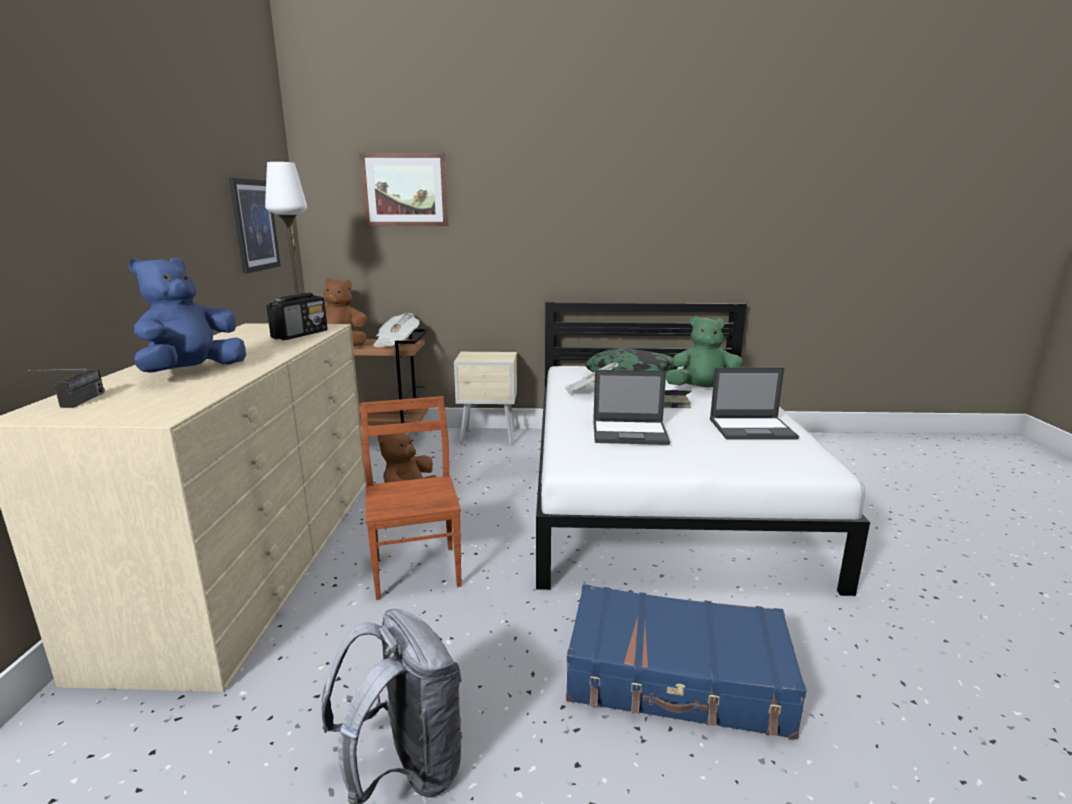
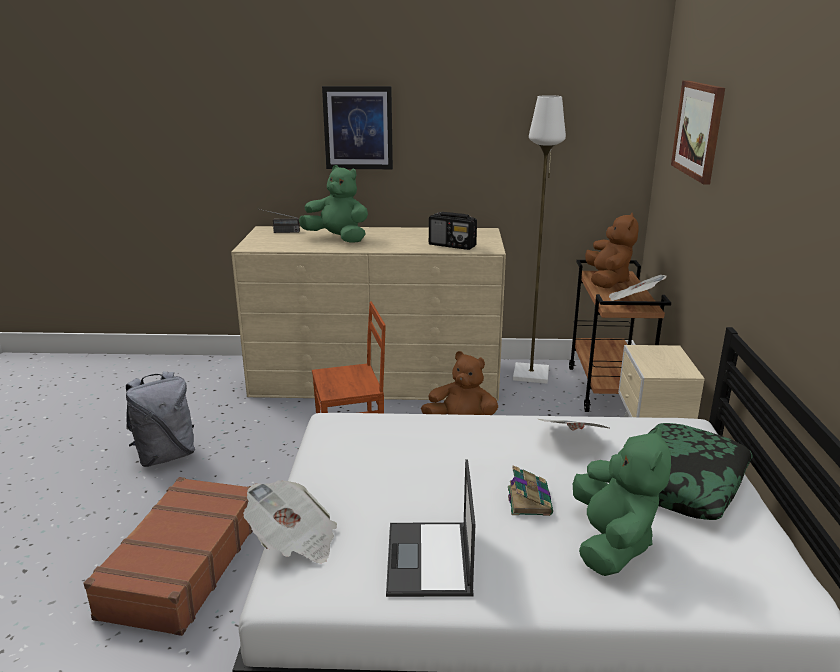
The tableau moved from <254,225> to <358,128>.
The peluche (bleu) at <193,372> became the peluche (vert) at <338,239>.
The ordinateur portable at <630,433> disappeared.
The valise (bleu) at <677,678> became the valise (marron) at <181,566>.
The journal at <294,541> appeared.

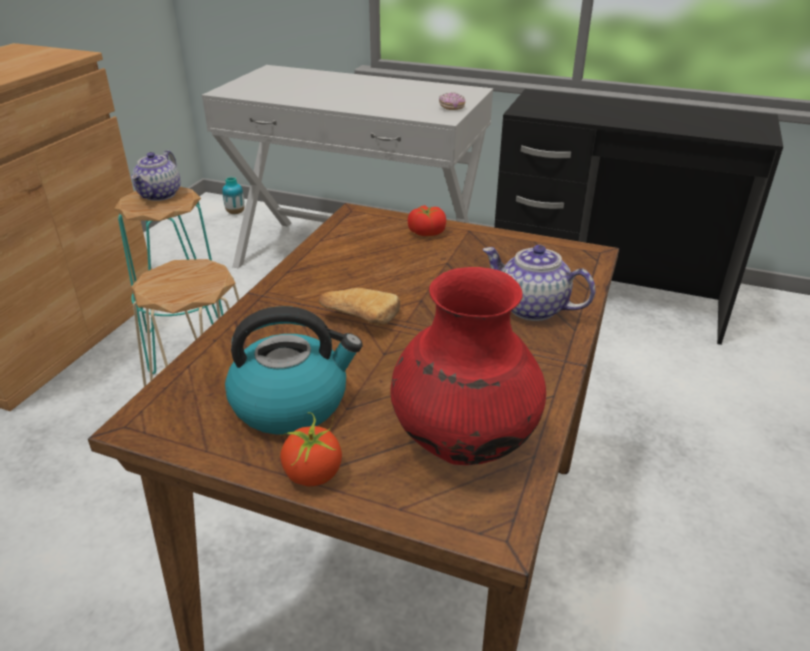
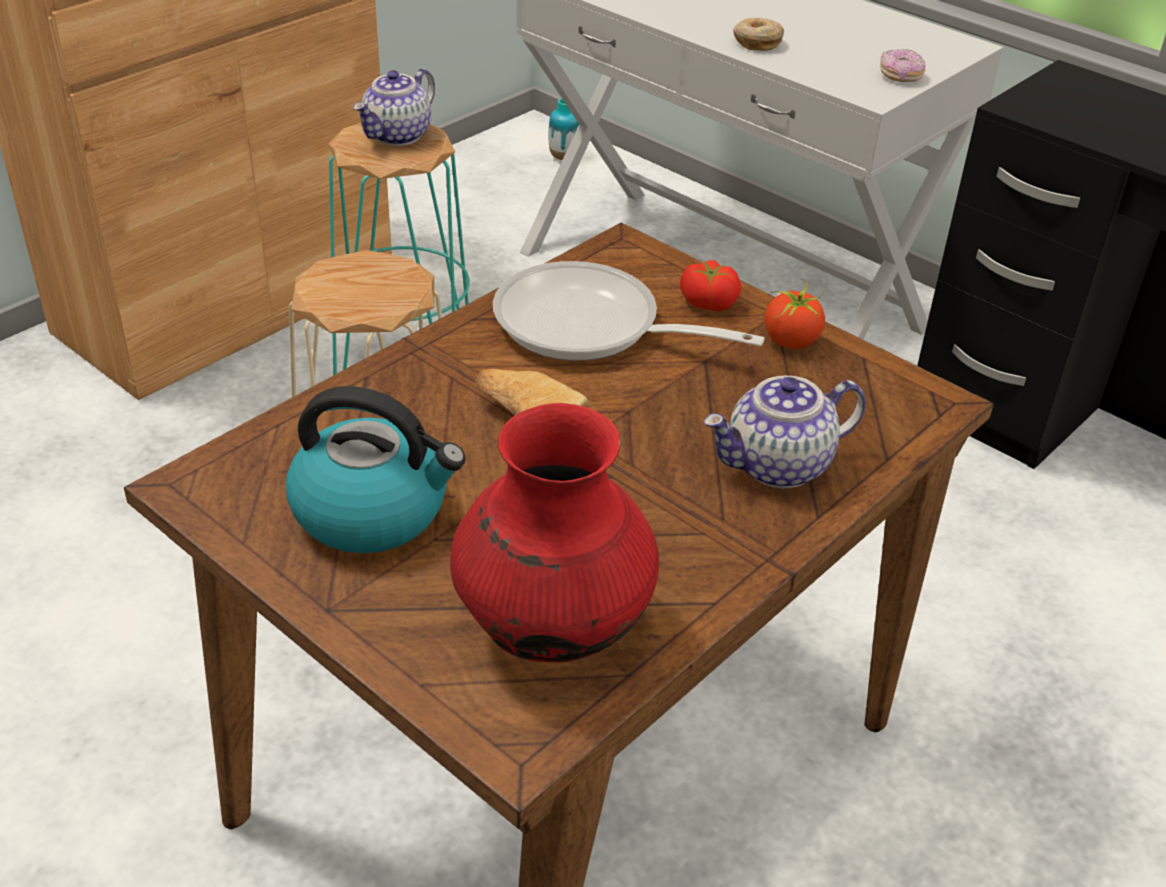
The théière at <531,308> turned 75 degrees counterclockwise.
The tomate moved from <313,474> to <791,341>.
The beignet at <756,42> appeared.
The poêle at <590,327> appeared.

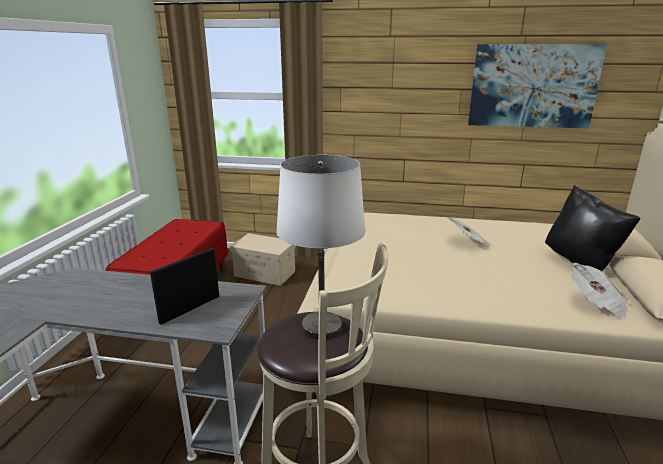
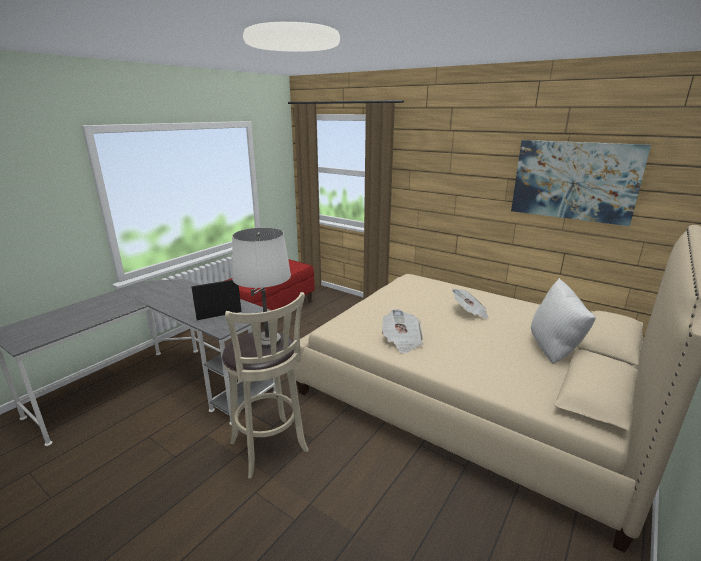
The coussin (noir) at <580,263> became the coussin (blanc) at <554,351>.
The boîte de rangement (beige) at <264,273> disappeared.
The journal moved from <597,304> to <402,341>.

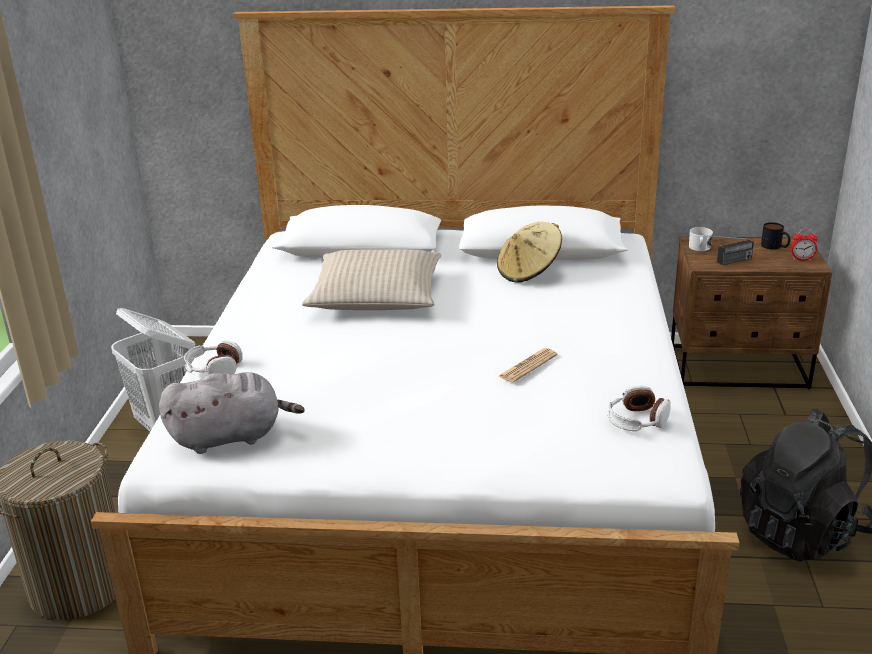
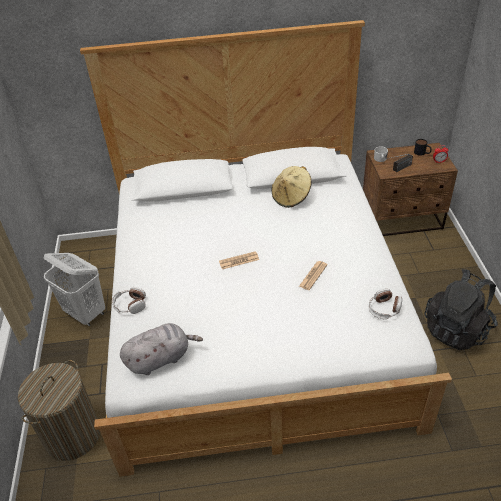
The coussin (beige) at <376,296> disappeared.
The journal at <239,260> appeared.

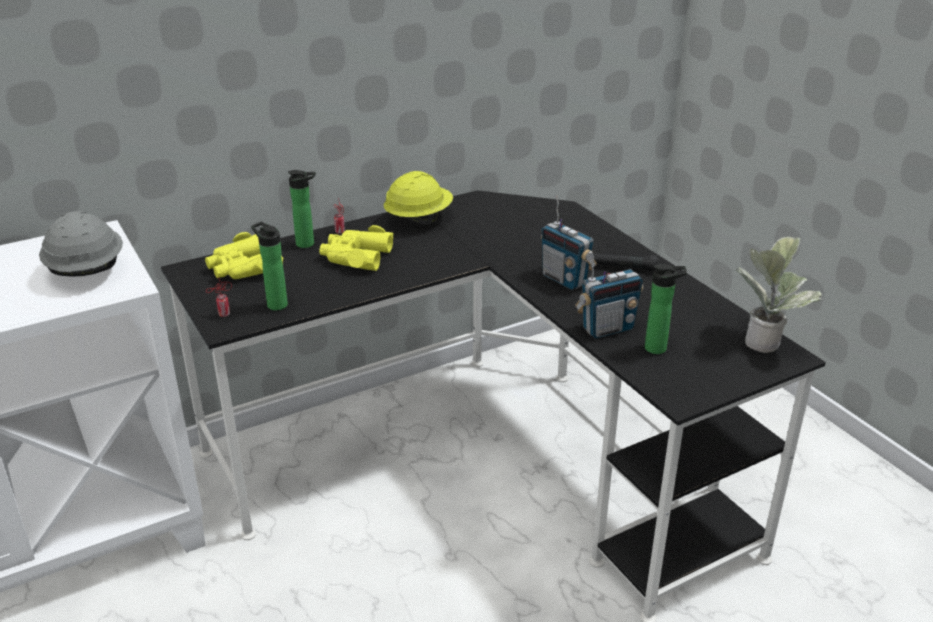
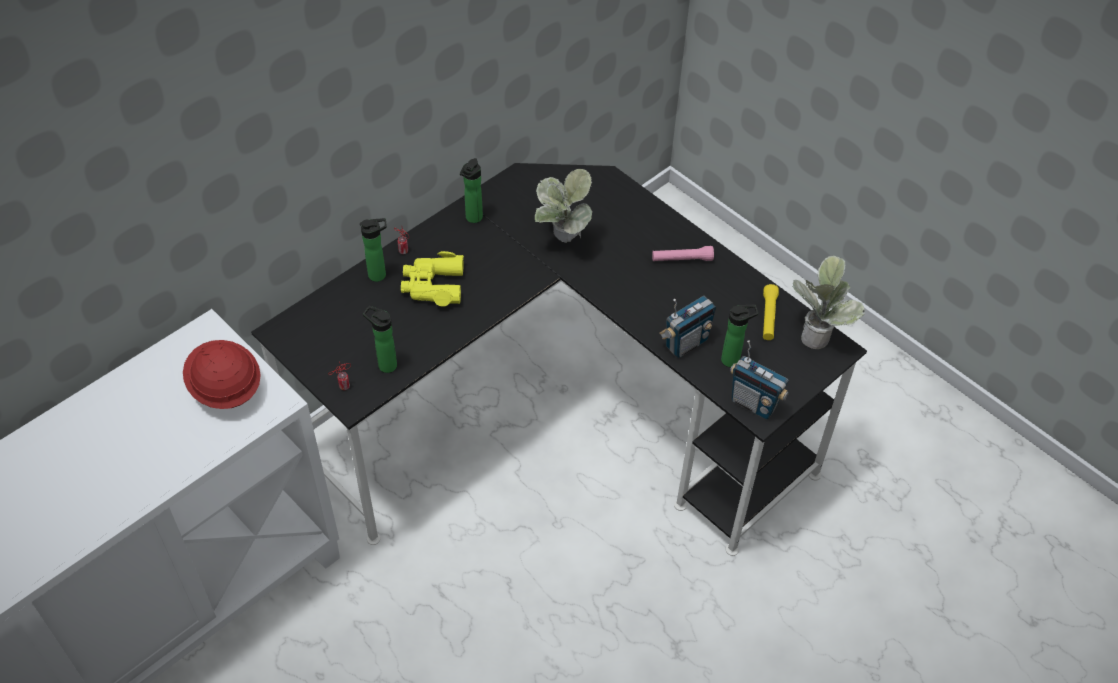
The casque de chantier (jaune) at <418,219> was replaced by the bouteille at <472,219>.
The radio moved from <565,279> to <754,403>.
The casque de chantier (gris) at <86,271> became the casque de chantier (rouge) at <225,388>.
The jumelles (jaune) at <243,267> disappeared.
The lampe de poche (noir) at <623,268> became the lampe de poche (rose) at <682,259>.
The plante en pot at <562,241> appeared.
The lampe de poche (jaune) at <768,317> appeared.

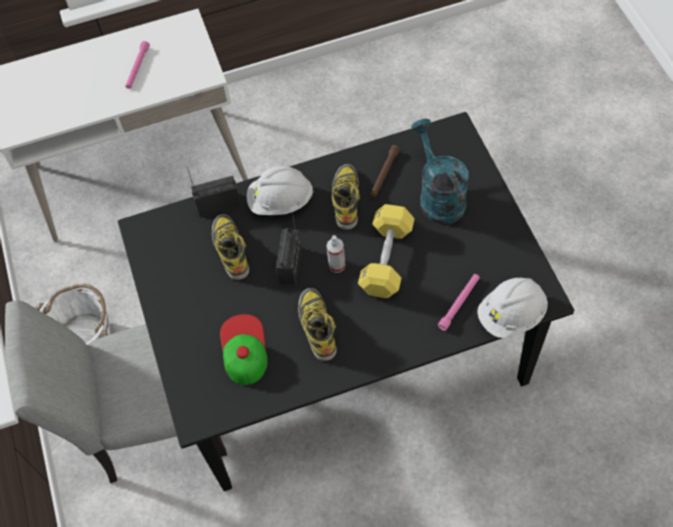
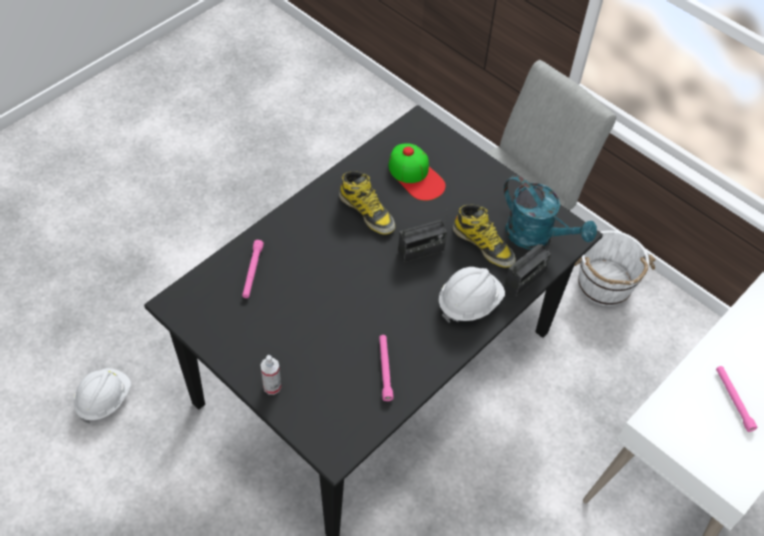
The arrosoir (turquoise) moved from <438,196> to <536,236>.
The lampe de poche (marron) at <384,174> became the lampe de poche (rose) at <385,369>.
The botte at <346,199> disappeared.
The haltère (jaune) at <386,259> disappeared.
The radio at <290,265> turned 90 degrees counterclockwise.
The vaporisateur moved from <337,265> to <272,386>.
The casque de chantier (blanc) moved from <511,315> to <104,400>.

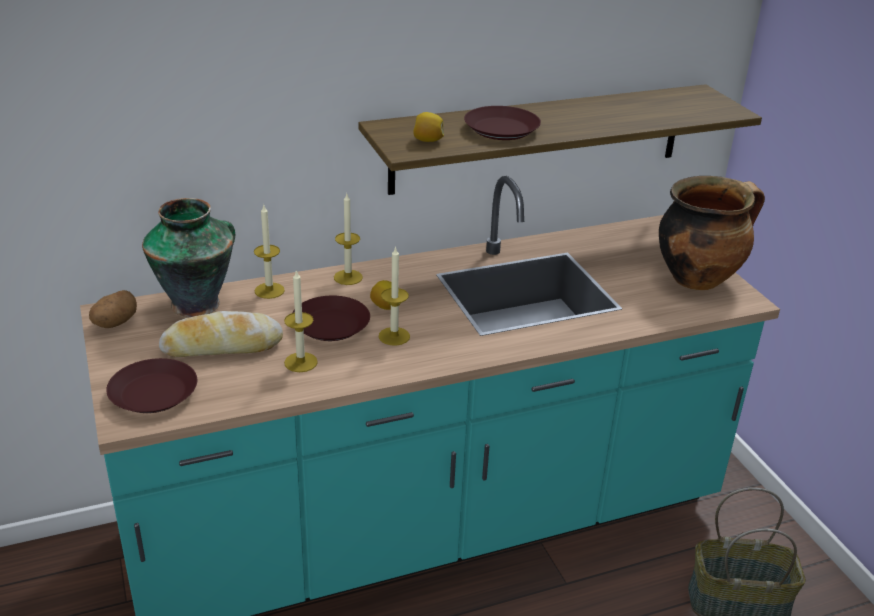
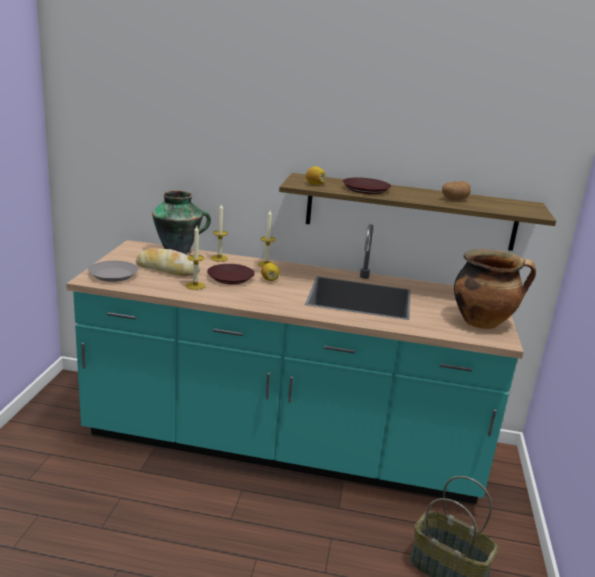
The bougie at <394,336> disappeared.
The pomme de terre moved from <115,323> to <454,199>.
The assiette (marron) at <153,393> became the assiette (gris) at <113,275>.

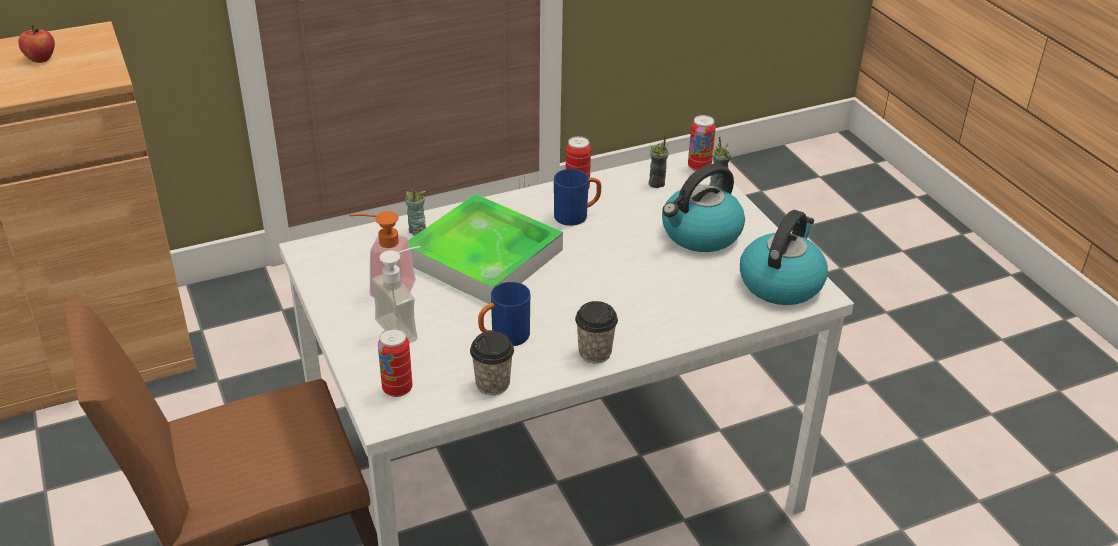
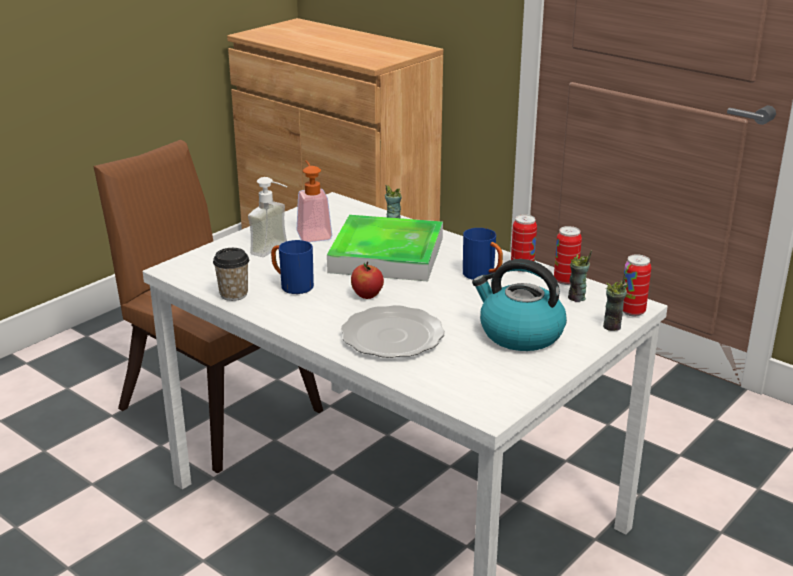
The pomme moved from <41,59> to <367,295>.
The bouilloire at <781,283> disappeared.
The tasse at <595,353> disappeared.
The boîte métallique moved from <397,389> to <565,280>.
The assiette at <392,335> appeared.

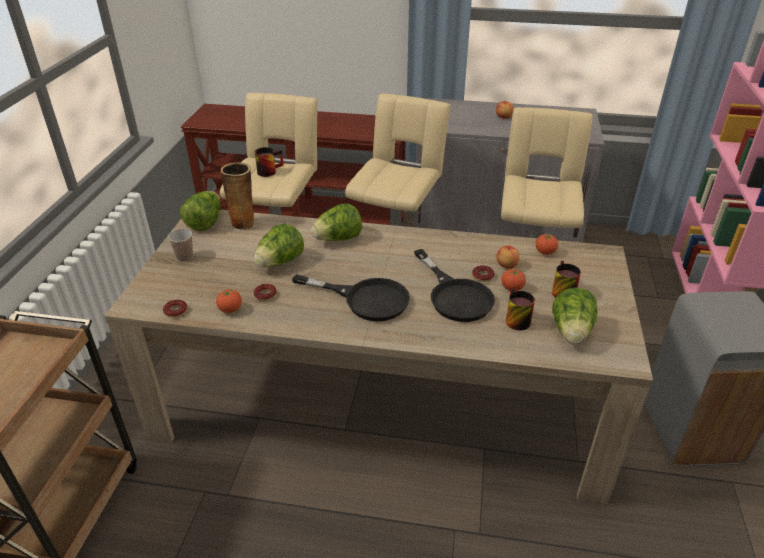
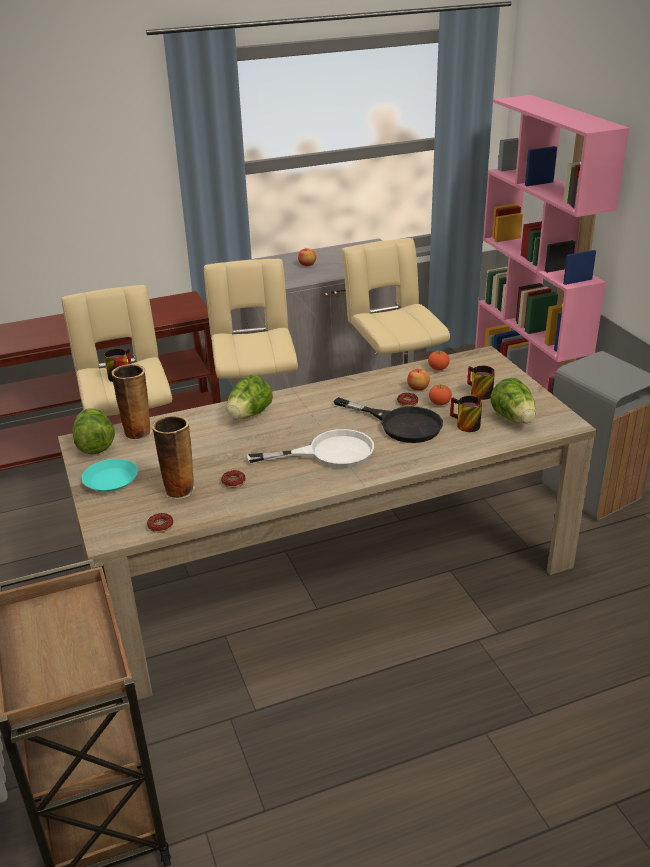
The laitue at <280,262> disappeared.
The tasse at <185,257> was replaced by the assiette (turquoise) at <111,480>.
The poêle (noir) at <365,299> became the poêle (blanc) at <329,453>.
The tomate at <230,309> disappeared.
The vase at <179,489> appeared.

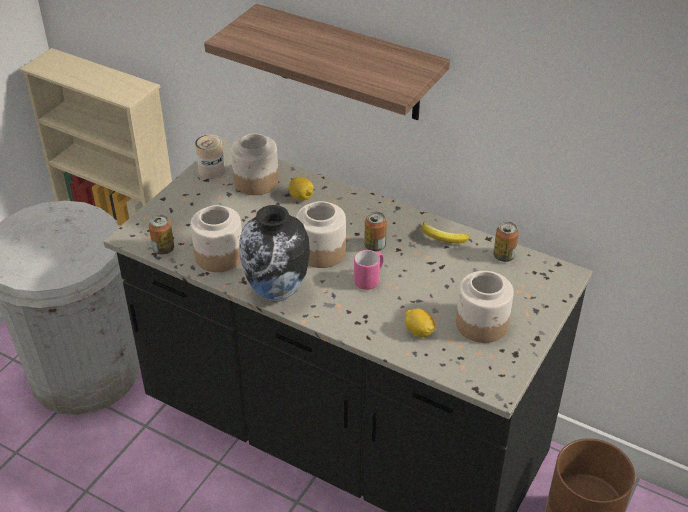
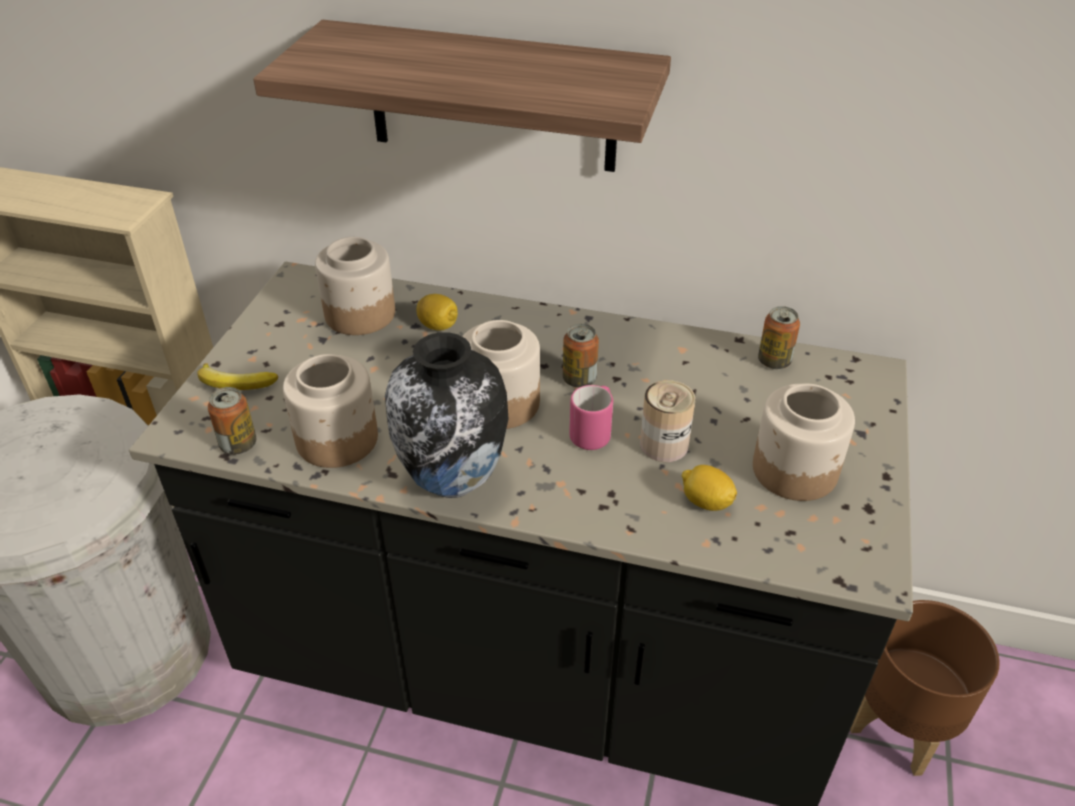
The boîte métallique moved from <211,170> to <664,445>.
The banane moved from <442,238> to <235,385>.

